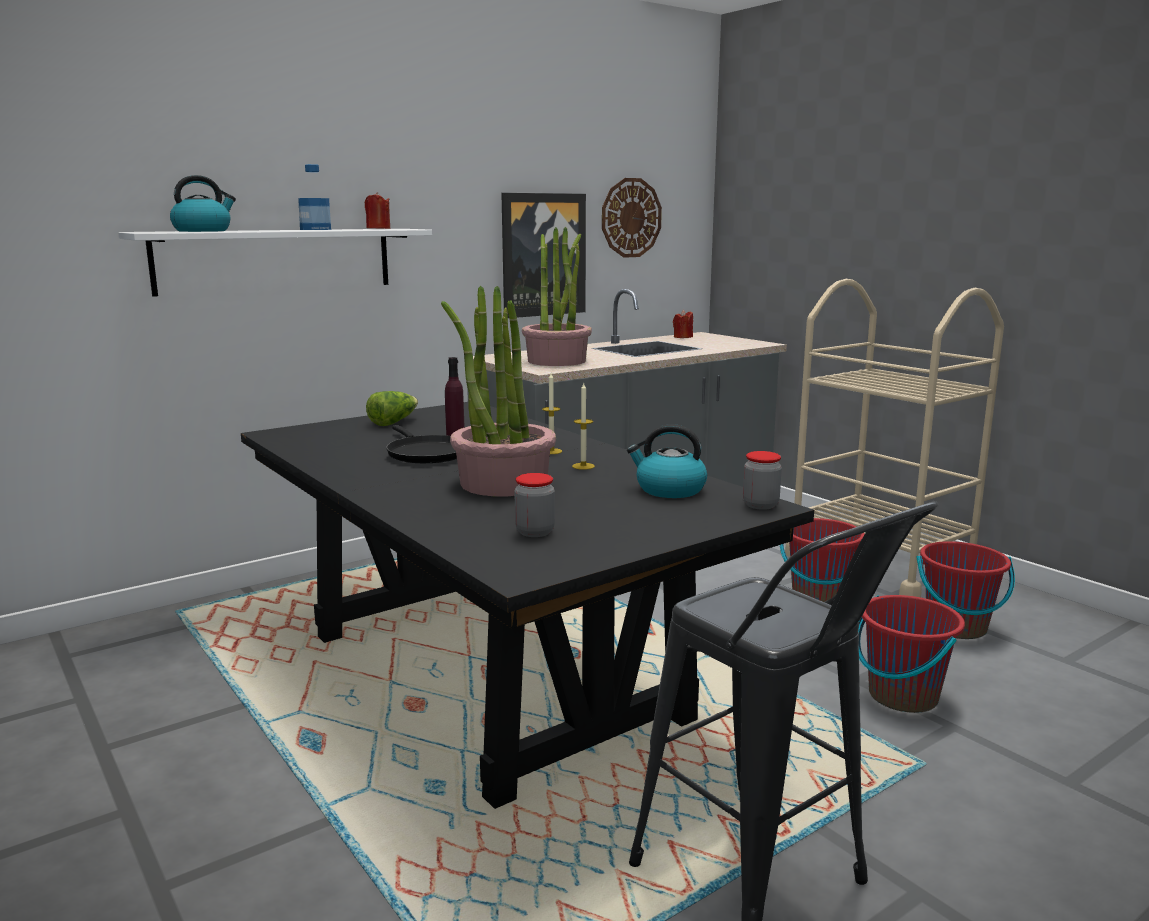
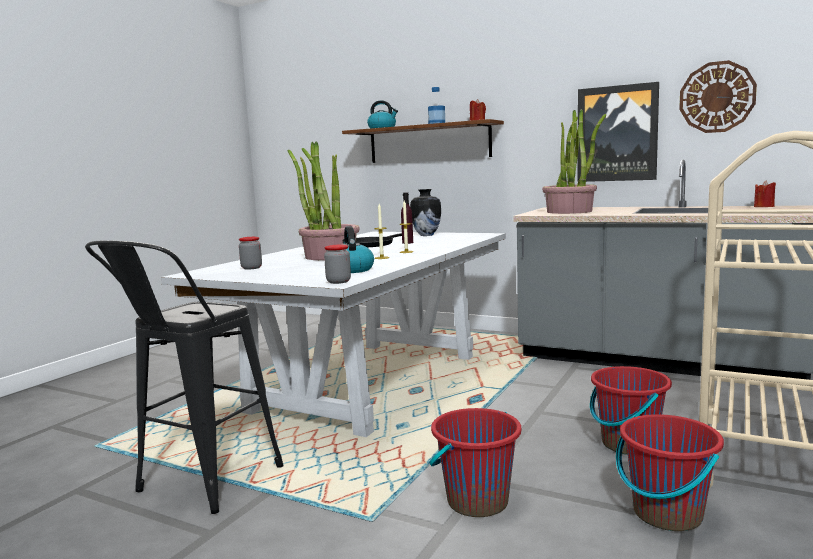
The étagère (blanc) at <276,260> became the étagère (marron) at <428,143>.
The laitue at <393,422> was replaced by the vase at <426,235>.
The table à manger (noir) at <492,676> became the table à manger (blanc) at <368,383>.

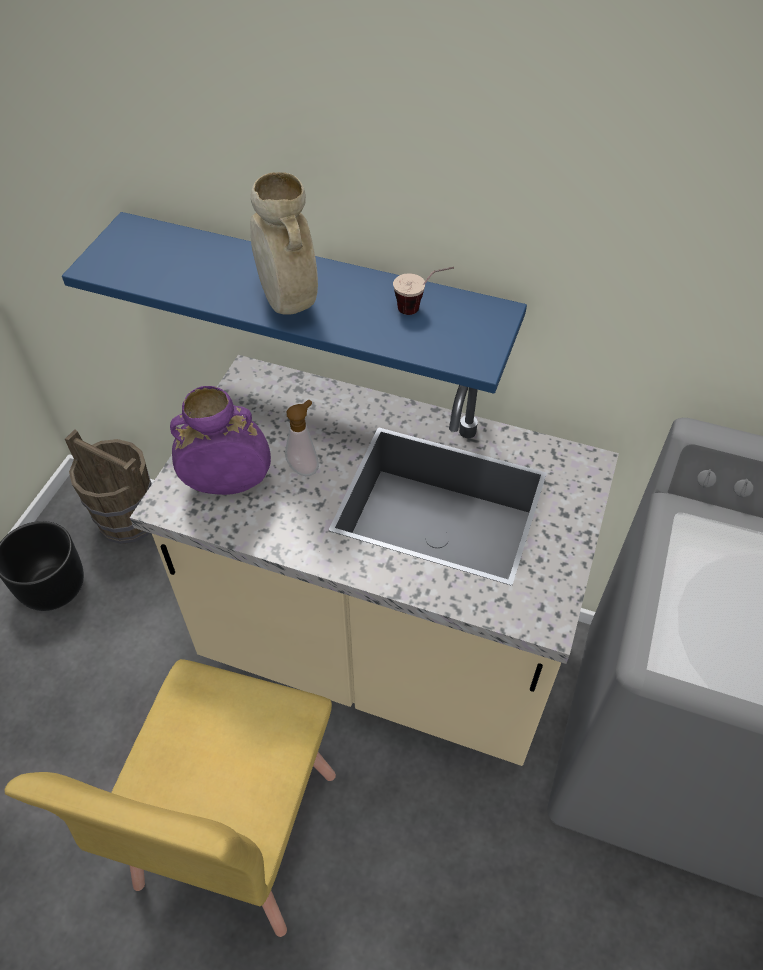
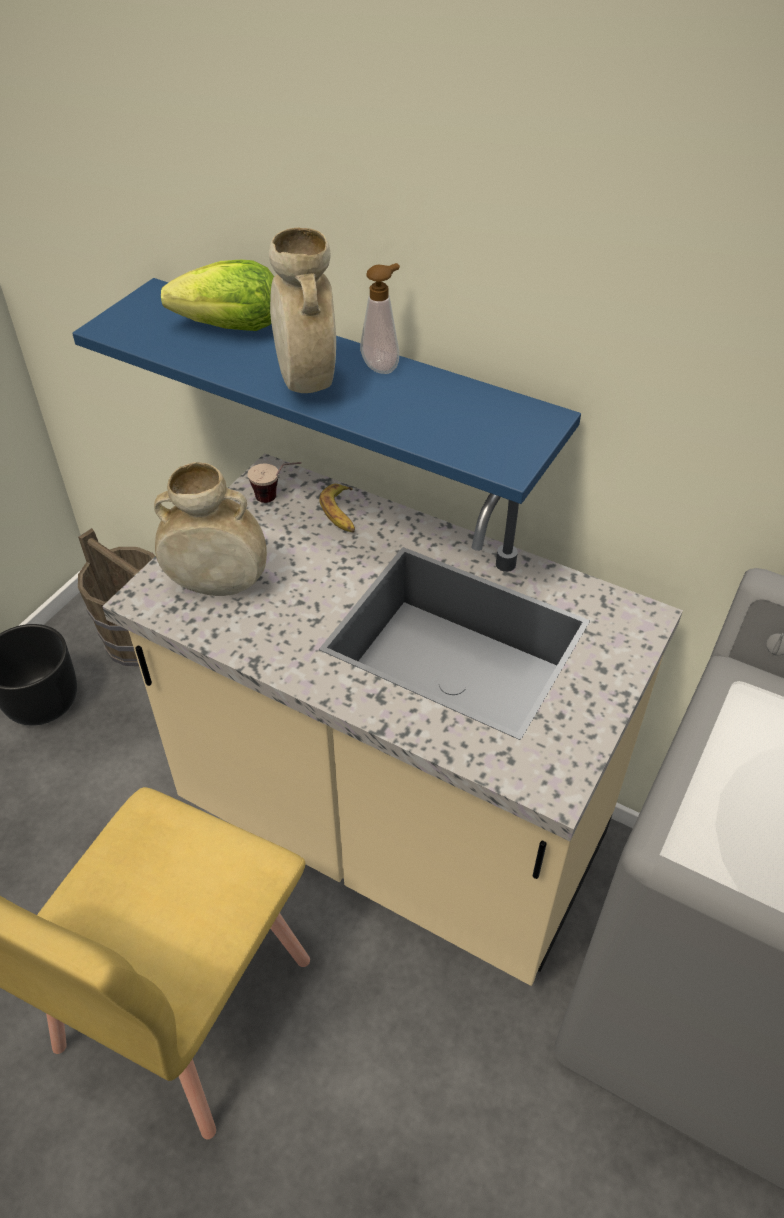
The tasse moved from <421,309> to <278,498>.
The vase (violet) at <228,484> became the vase (beige) at <219,585>.
The distributeur de savon moved from <305,467> to <382,366>.
The laitue at <231,328> appeared.
The banane at <341,514> appeared.

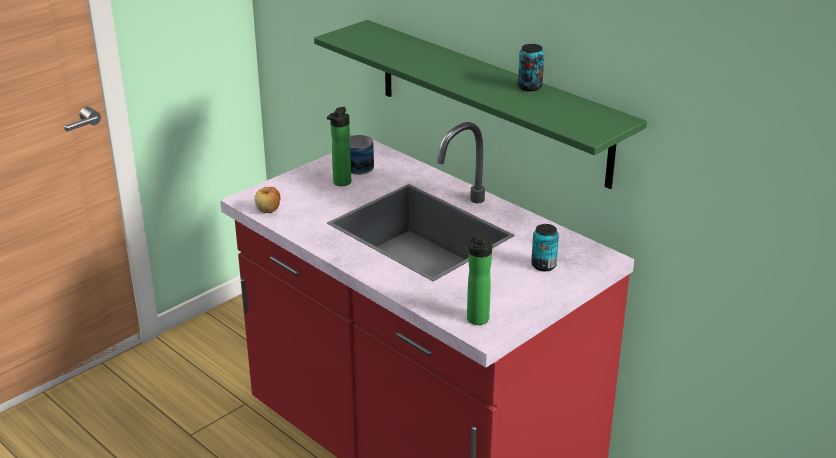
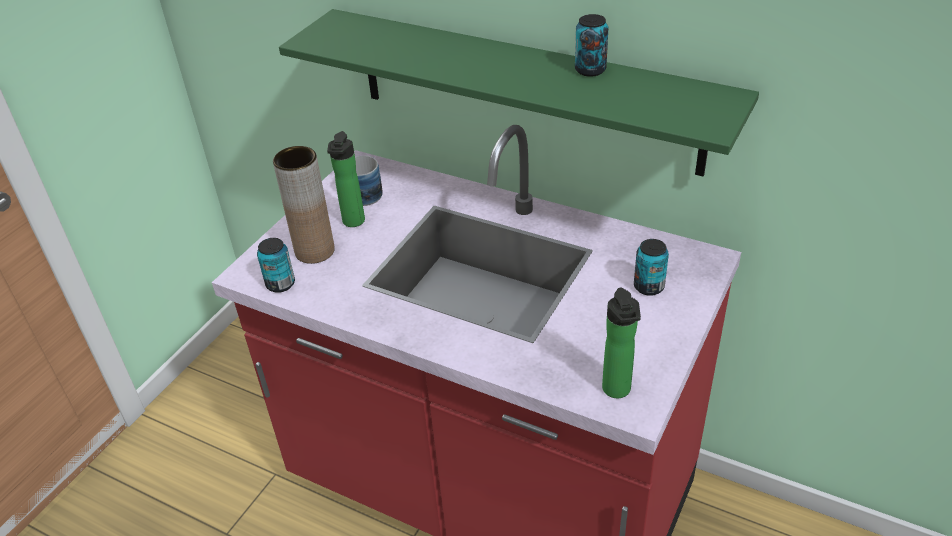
The pomme at <268,210> was replaced by the boîte métallique at <280,284>.
The vase (marron) at <314,251> appeared.

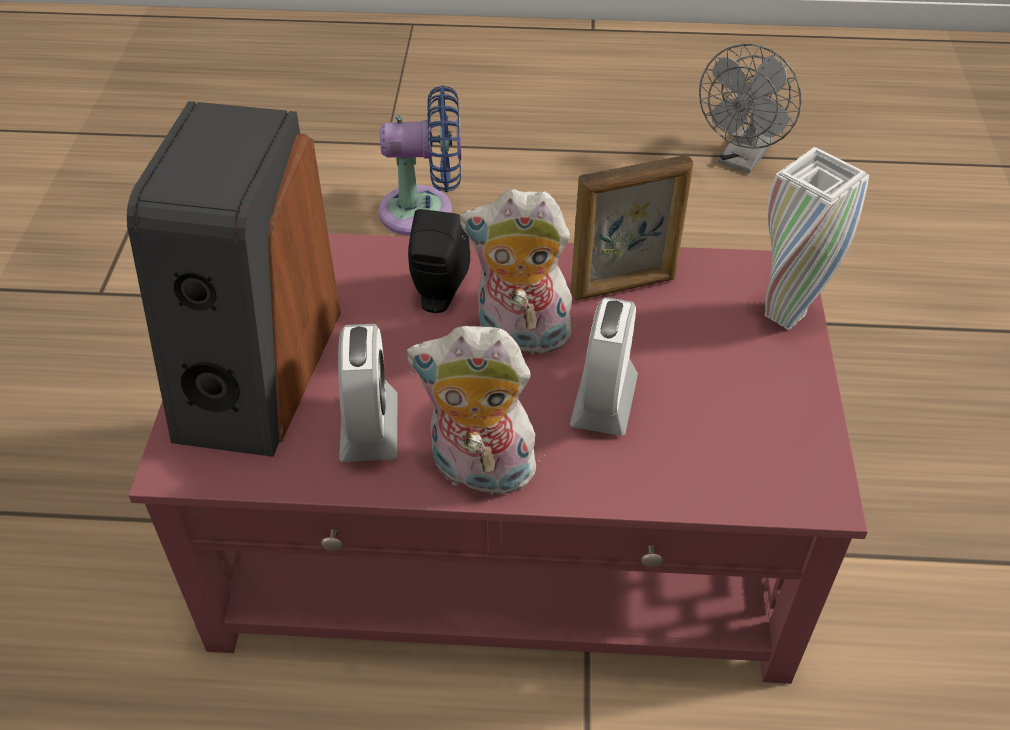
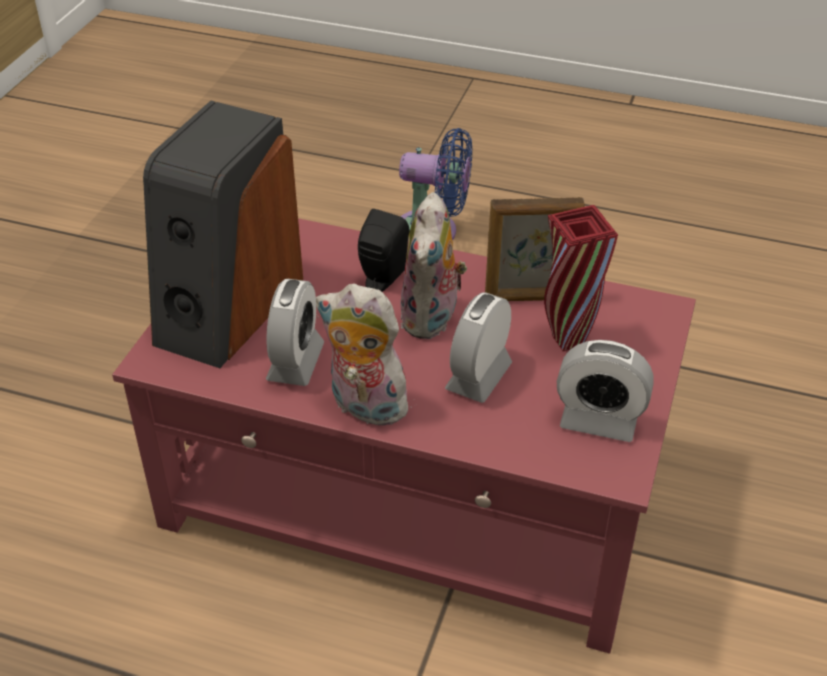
The ventilateur (gris) at <742,160> disappeared.
The vase (blanc) at <785,315> disappeared.
The peluche at <520,336> turned 105 degrees counterclockwise.
The vase (rouge) at <568,341> appeared.
The réveil at <598,421> appeared.

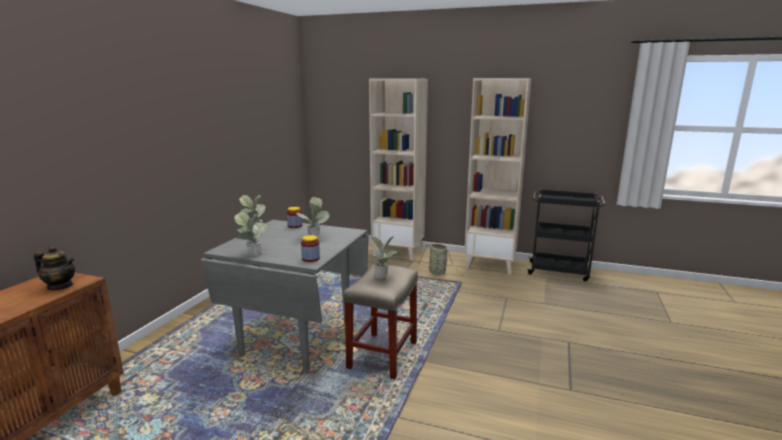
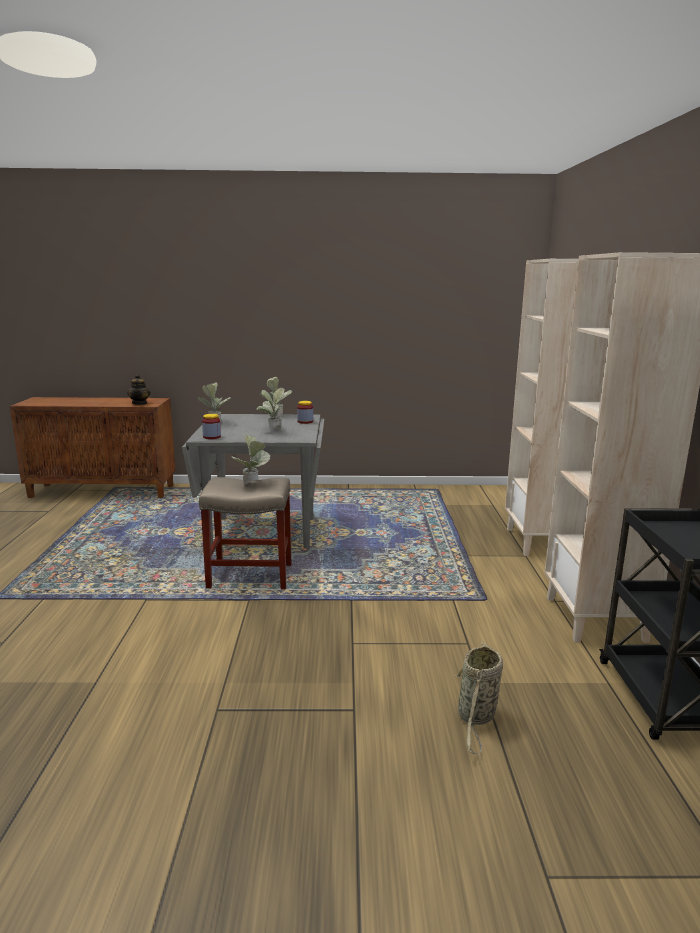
The panier moved from <438,272> to <476,717>.

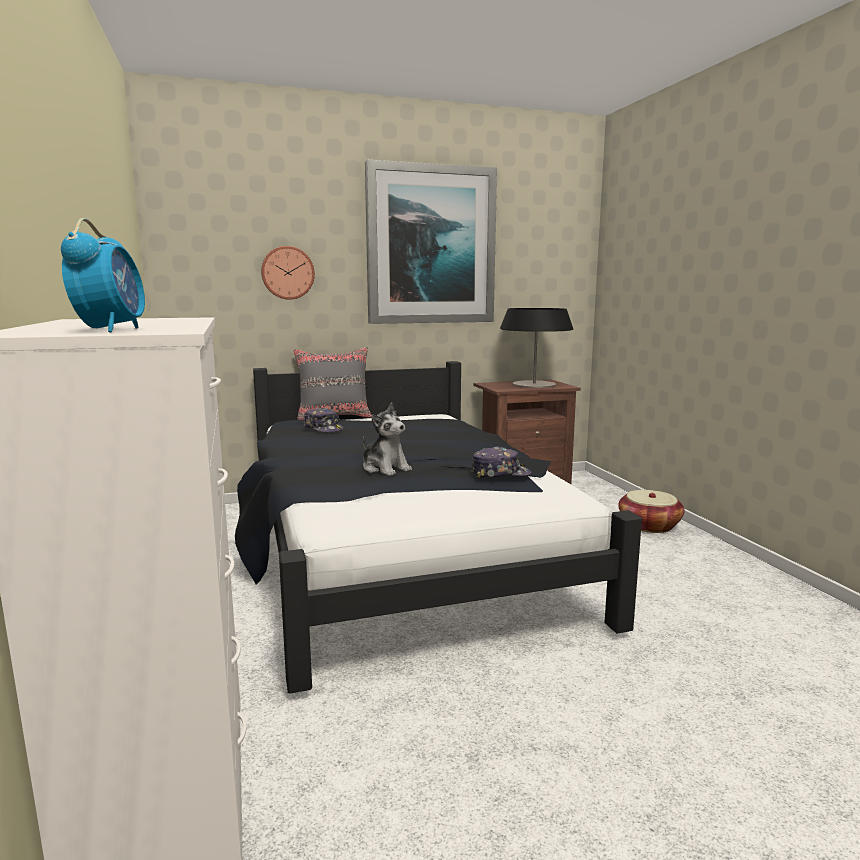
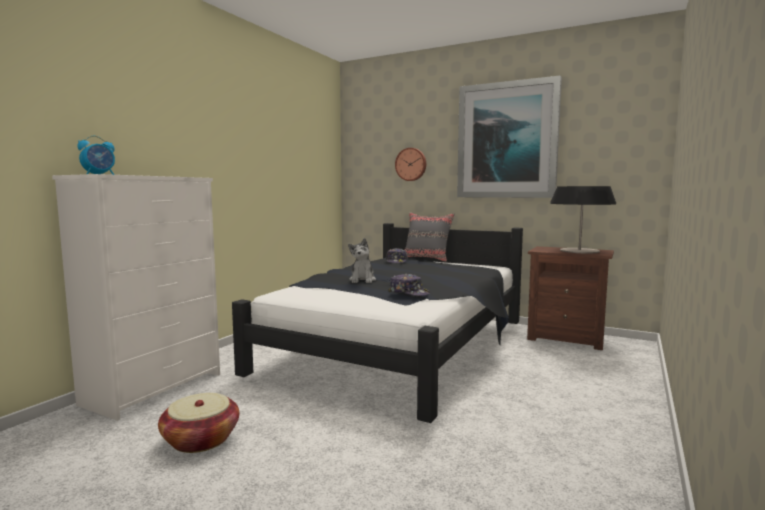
The panier moved from <649,525> to <201,439>.

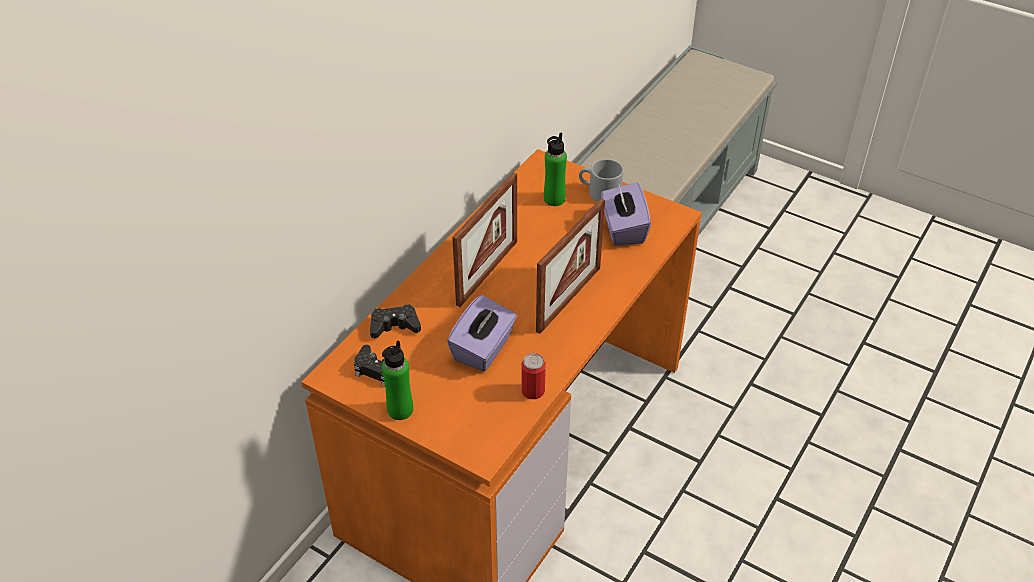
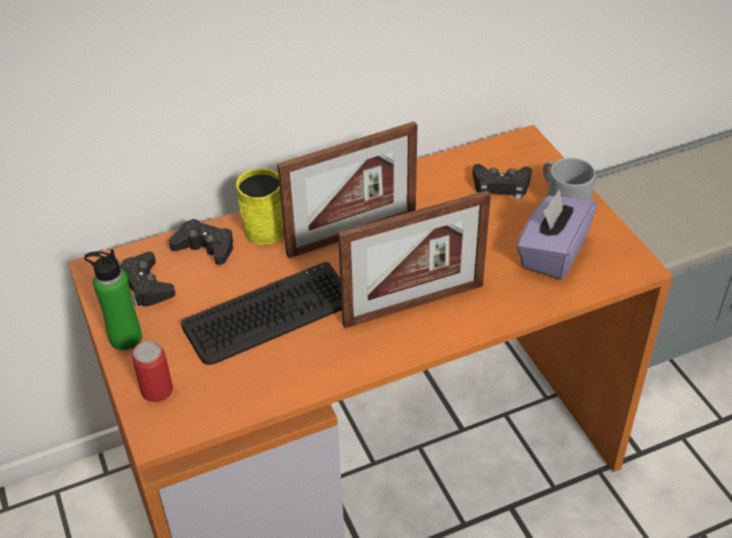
The bouteille (vert) at <554,199> was replaced by the manette (noir) at <501,186>.
The boîte à mouchoirs (violet) at <483,349> was replaced by the clavier at <269,315>.
The boîte métallique moved from <533,391> to <157,390>.
The mug (jaune) at <264,224> appeared.

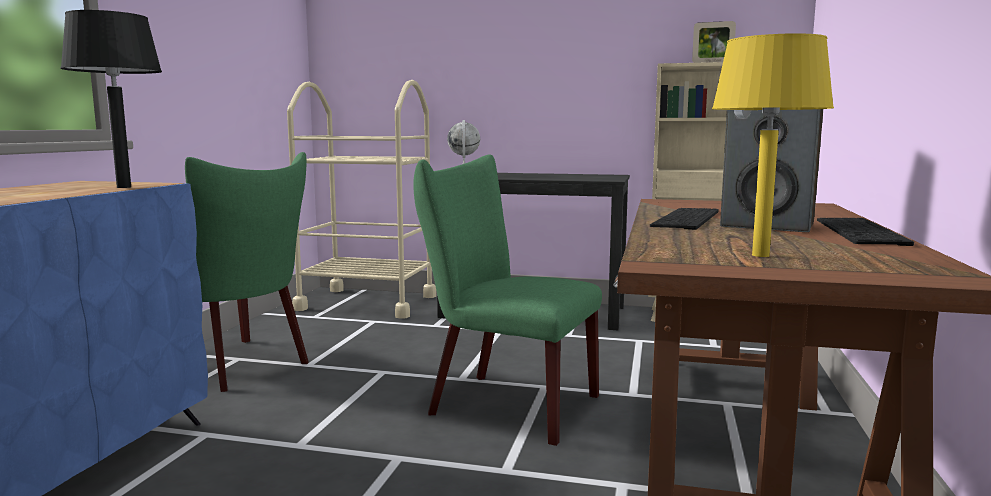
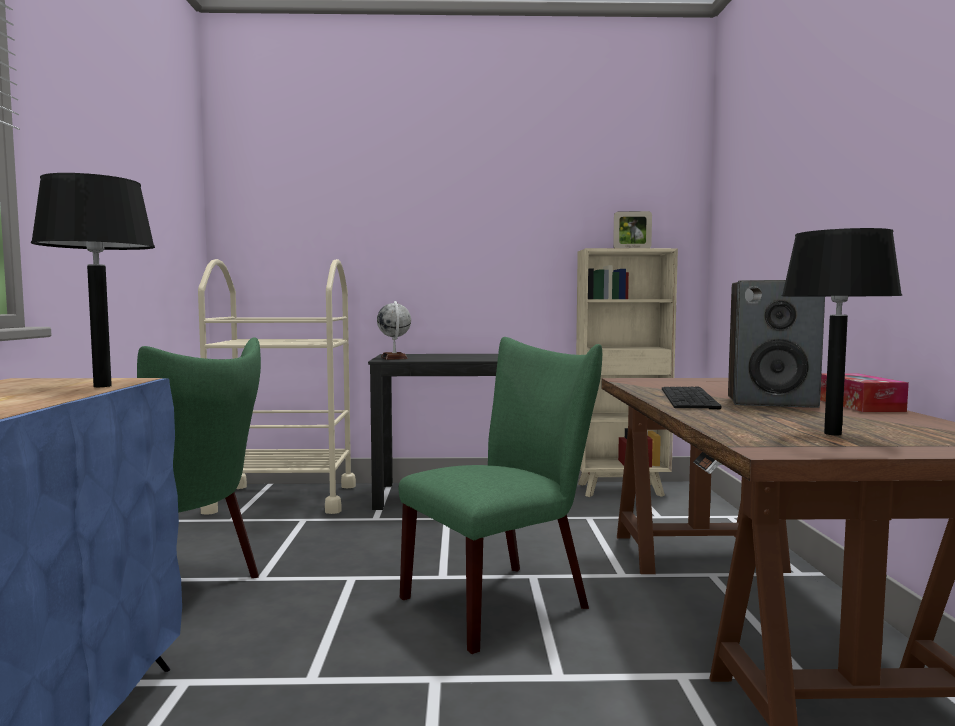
The lampe de table (jaune) at <761,255> became the lampe de table (noir) at <833,433>.
The chaise (vert) at <503,404> turned 135 degrees clockwise.
The clavier at <863,232> was replaced by the boîte à mouchoirs at <859,405>.

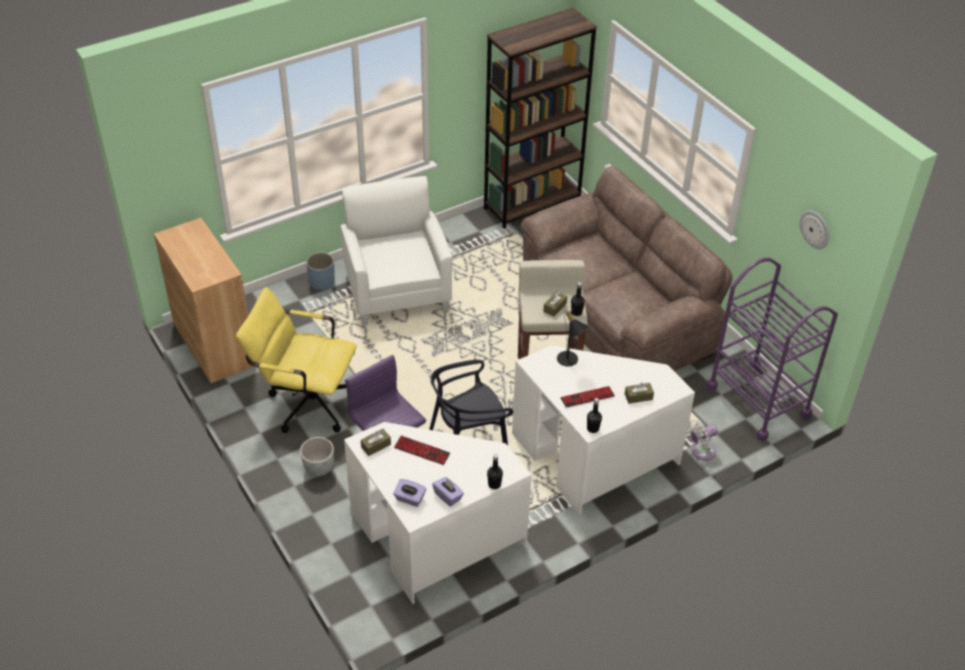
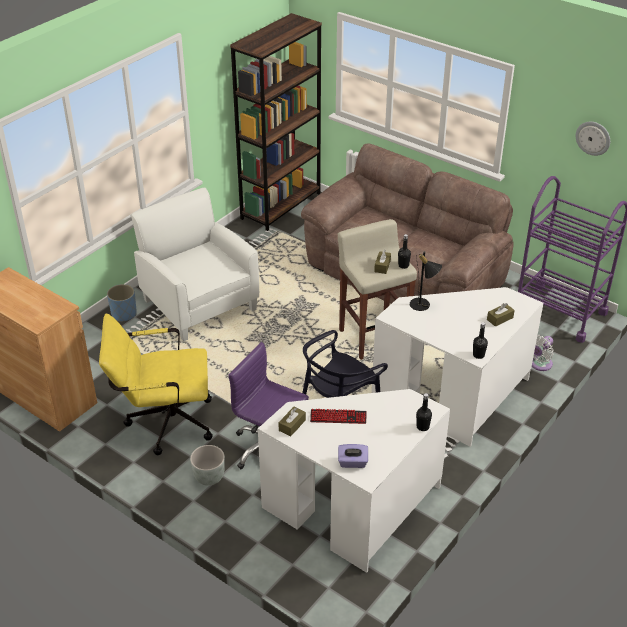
The clavier at <587,397> disappeared.
The boîte à mouchoirs (violet) at <448,496> disappeared.

